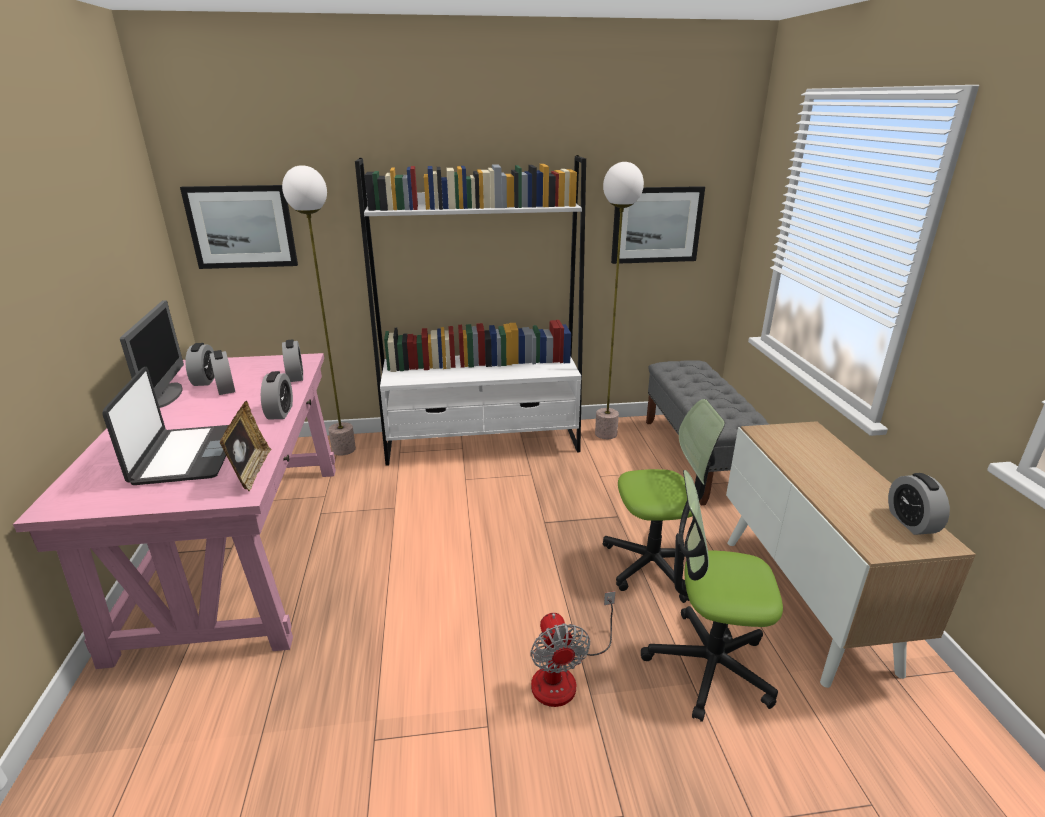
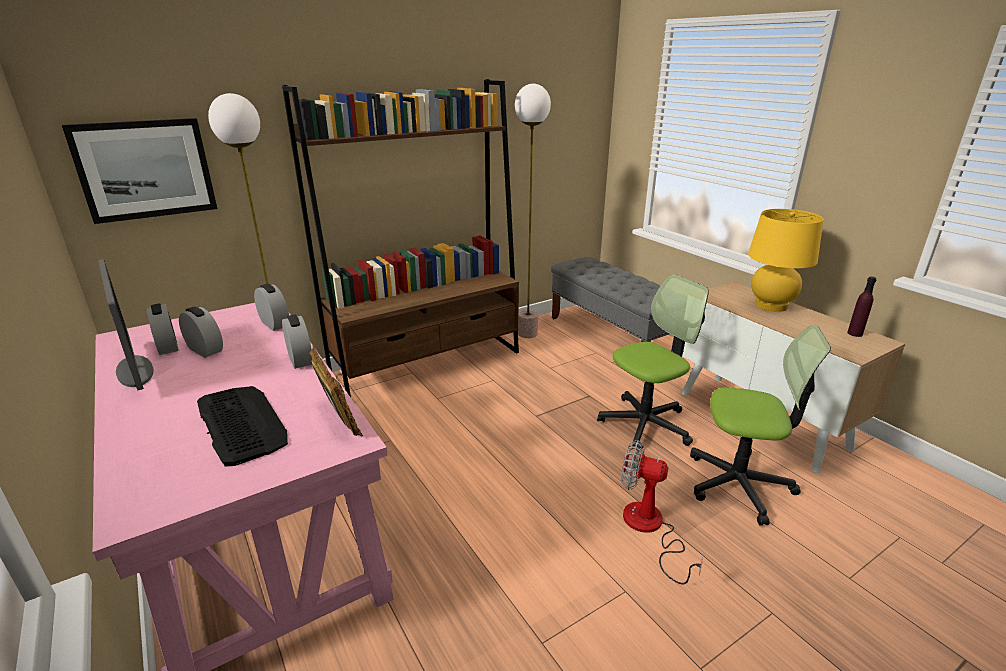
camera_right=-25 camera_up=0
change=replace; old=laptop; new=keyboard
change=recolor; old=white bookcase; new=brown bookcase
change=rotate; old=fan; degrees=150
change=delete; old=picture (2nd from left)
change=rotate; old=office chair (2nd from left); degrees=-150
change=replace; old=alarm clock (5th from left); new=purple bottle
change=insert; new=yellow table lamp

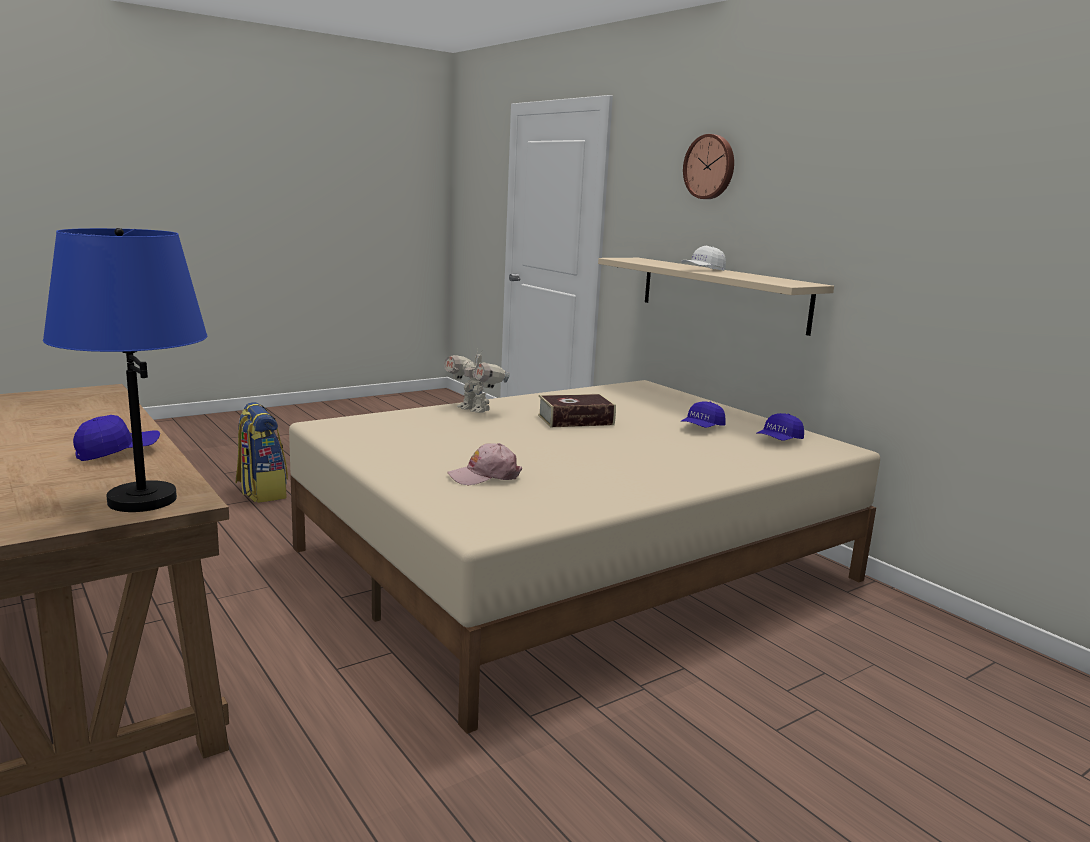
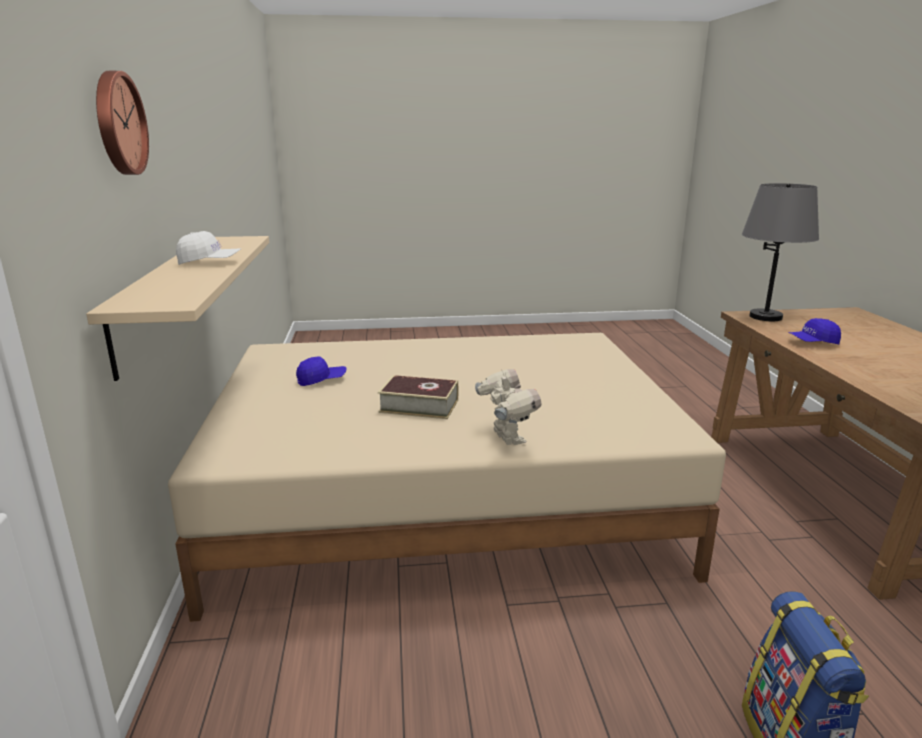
camera_right=-150 camera_up=5
change=recolor; old=blue table lamp; new=grey table lamp
change=delete; old=pink cap
change=delete; old=blue cap (3rd from left)

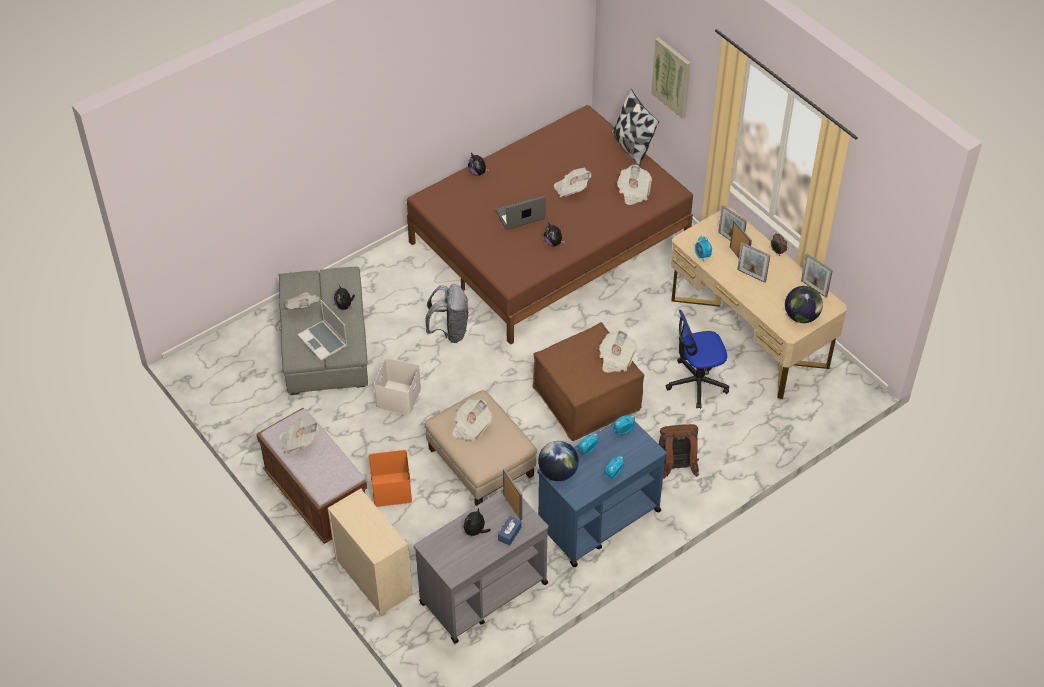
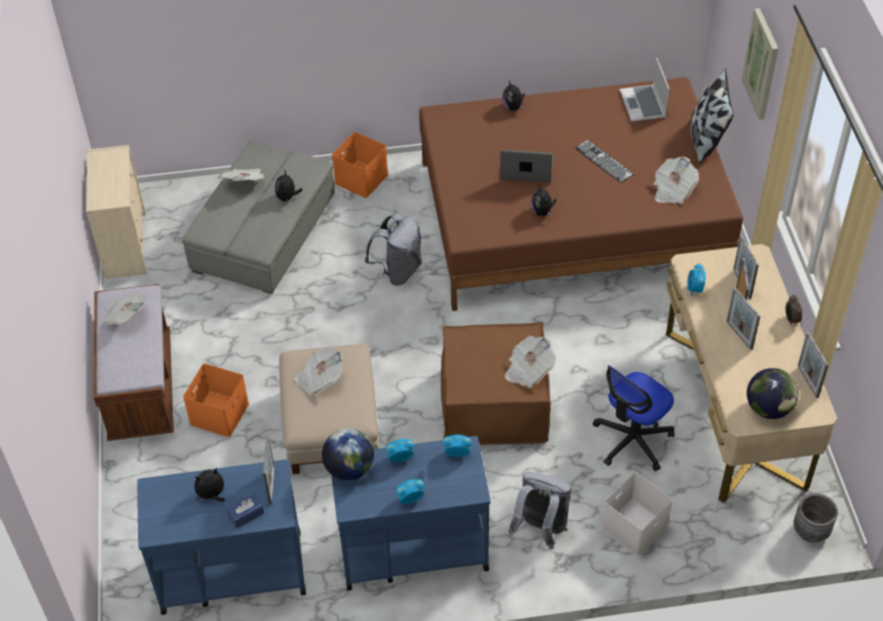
camera_right=30 camera_up=0
change=move; old=laptop (1st from left in the first image); new=laptop (2nd from left)
change=move; old=beige dresser
change=move; old=white storage box
change=recolor; old=grey cart; new=blue cart (1st from left)
change=replace; old=newspaper (4th from left); new=keyboard
change=recolor; old=brown backpack; new=grey backpack (2nd from left)
change=rotate; old=office chair; degrees=-60
change=insert; new=orange storage box (2nd from left)
change=insert; new=grey planter

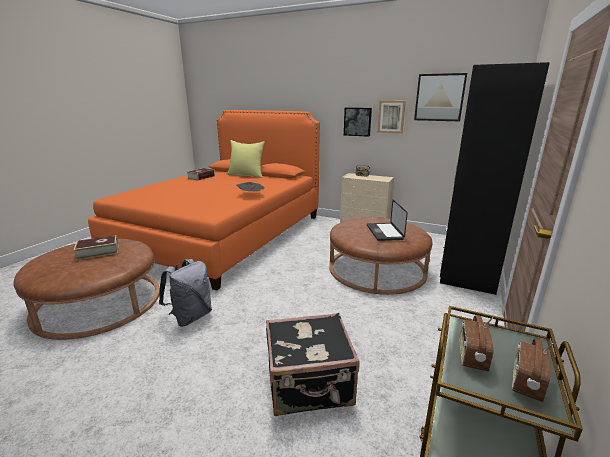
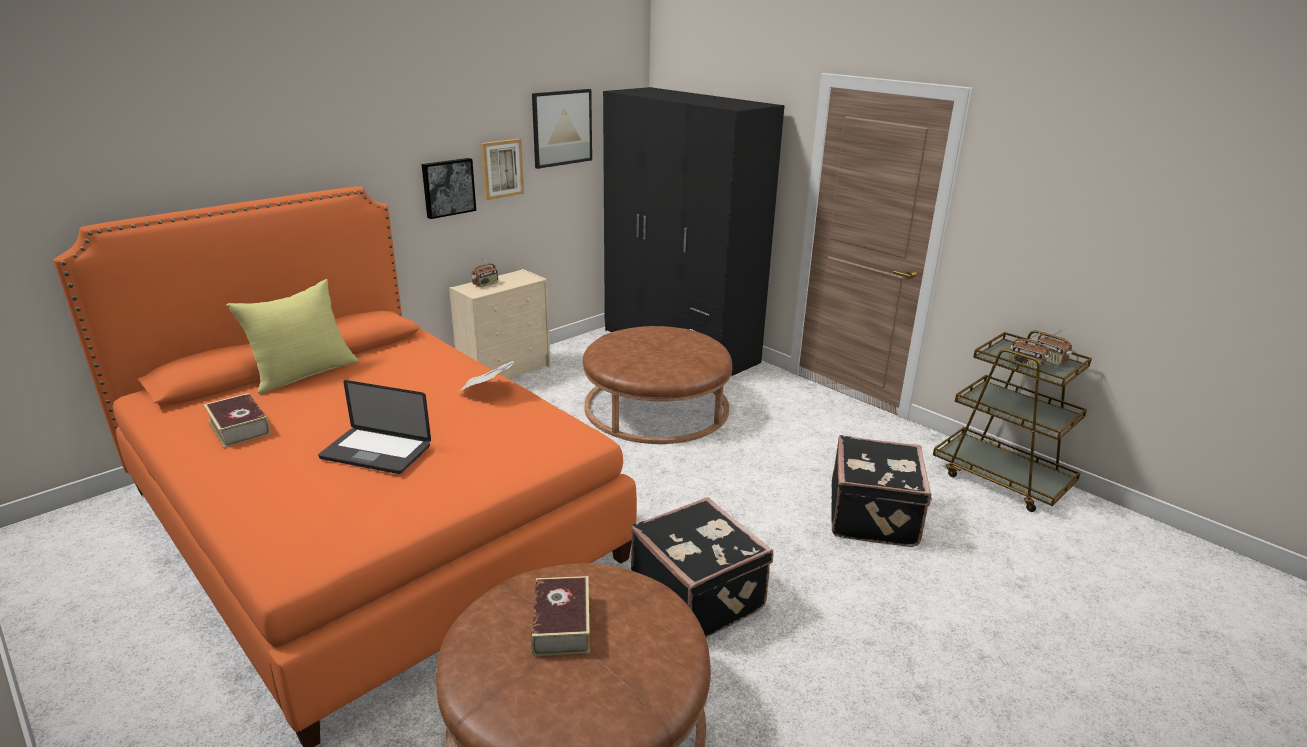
camera_right=-70 camera_up=5
change=replace; old=grey backpack; new=black suitcase (1st from left)
change=move; old=laptop

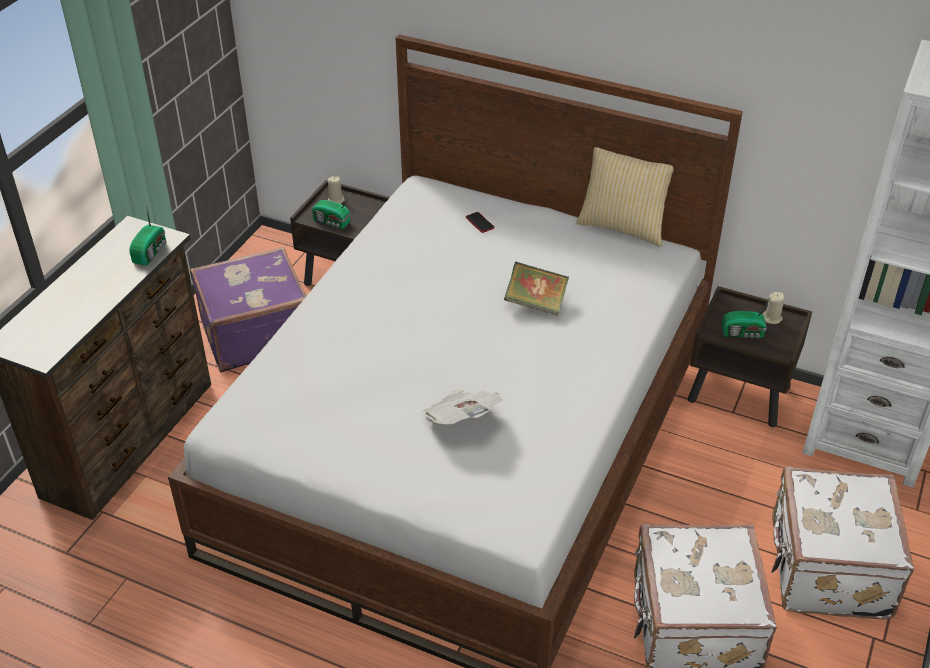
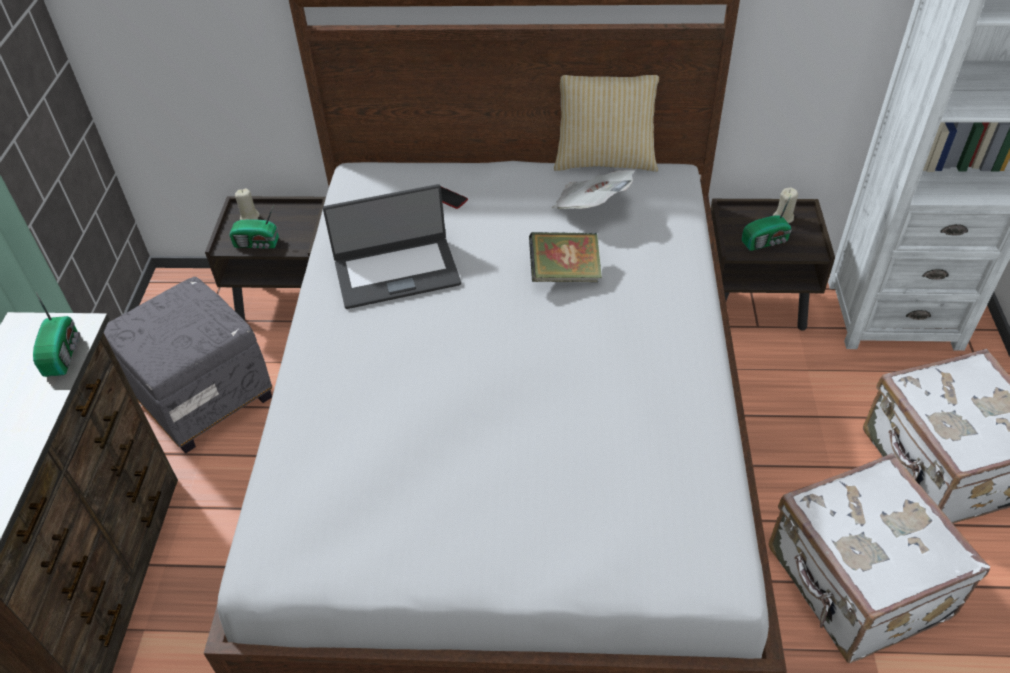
camera_right=-20 camera_up=5
change=replace; old=purple suitcase; new=grey ottoman
change=move; old=newspaper
change=insert; new=laptop

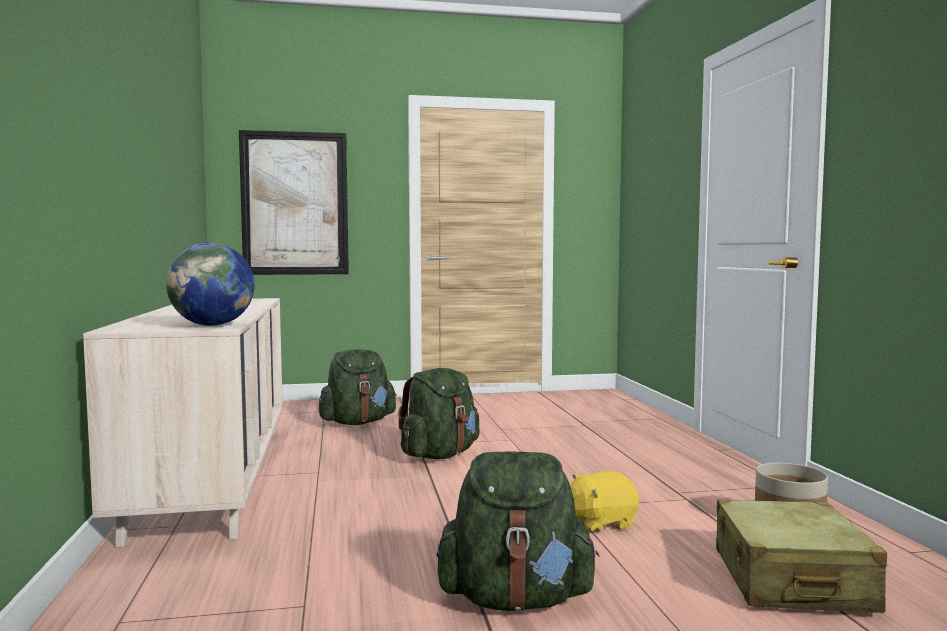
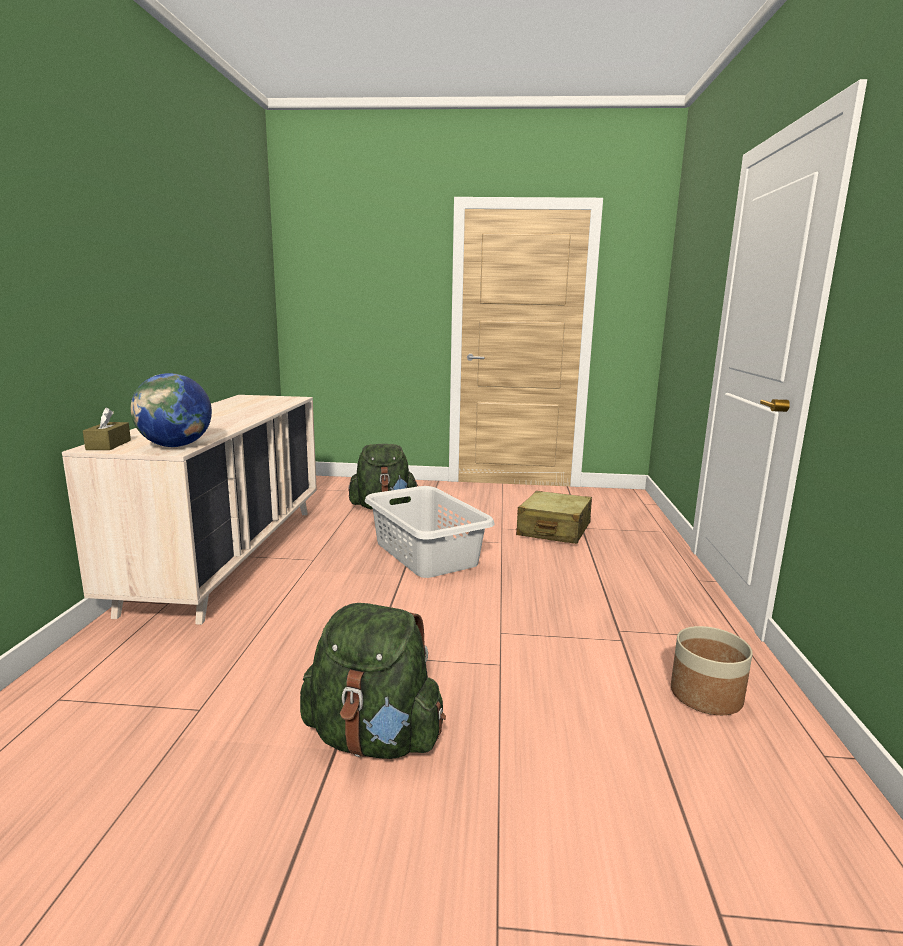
camera_right=15 camera_up=10
change=delete; old=picture
change=replace; old=green backpack (2nd from left); new=grey laundry basket
change=delete; old=yellow plush toy
change=move; old=beige suitcase
change=insert; new=brown tissue box

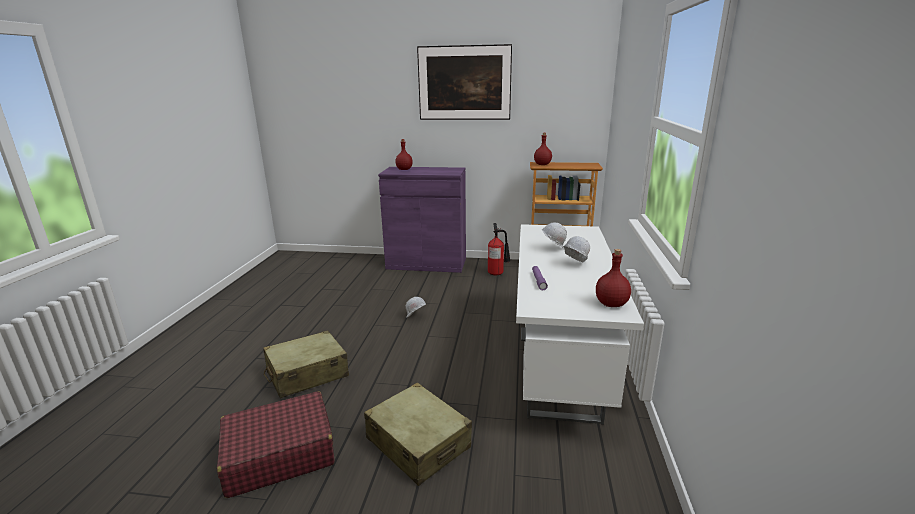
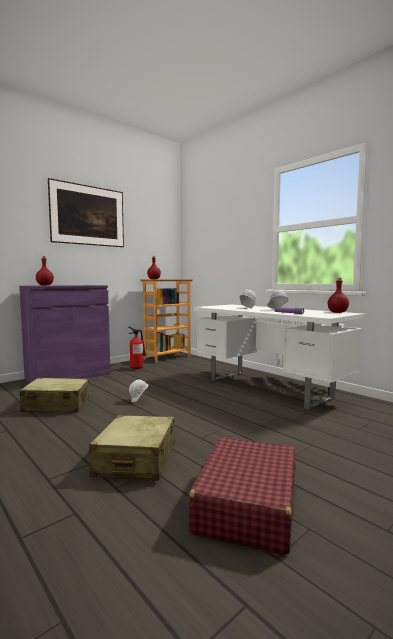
camera_right=-50 camera_up=-15
change=move; old=beige suitcase (2nd from left in the first image); new=beige suitcase (1st from left)

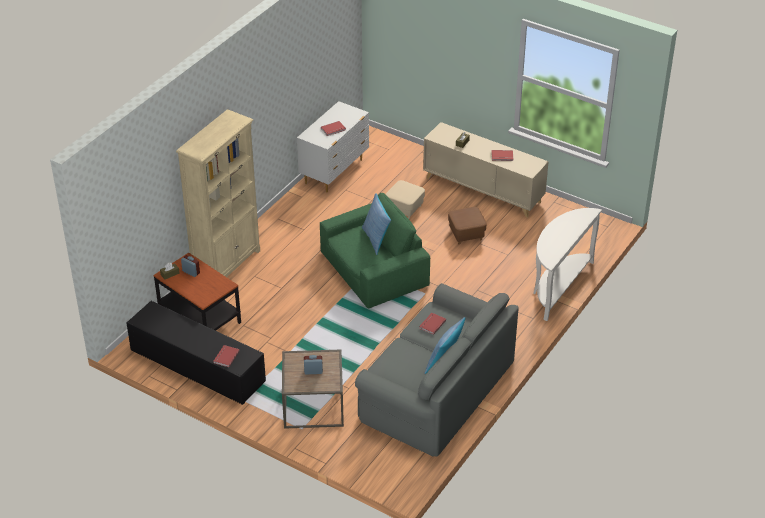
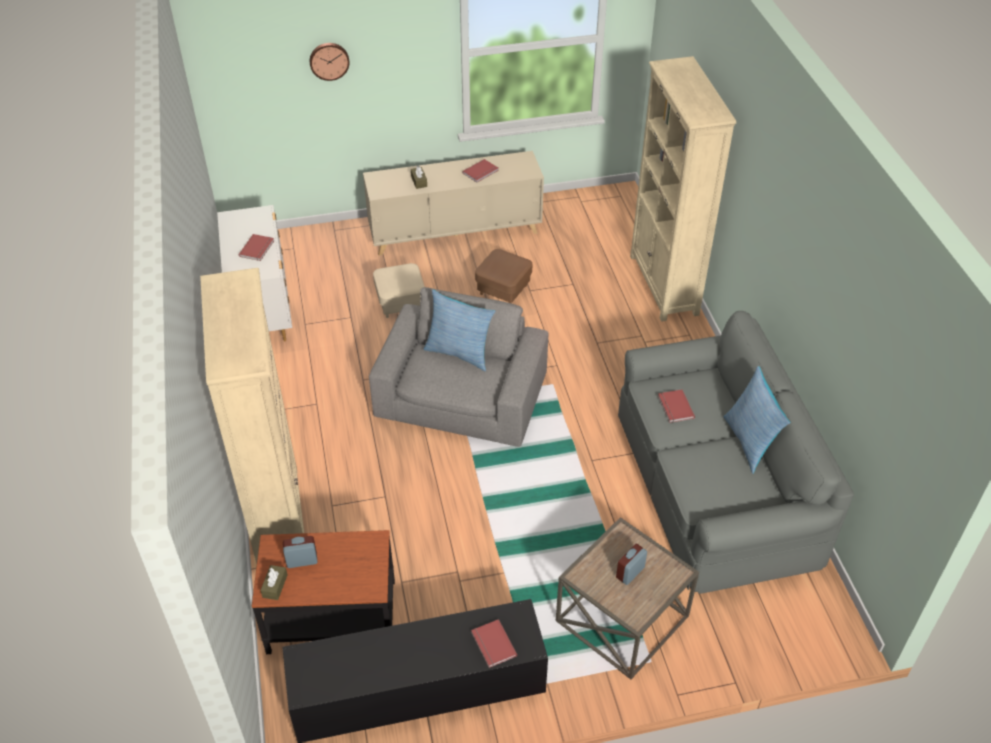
camera_right=-45 camera_up=5
change=recolor; old=green armchair; new=grey armchair
change=replace; old=white console table; new=beige bookcase (2nd from left)
change=insert; new=wall clock

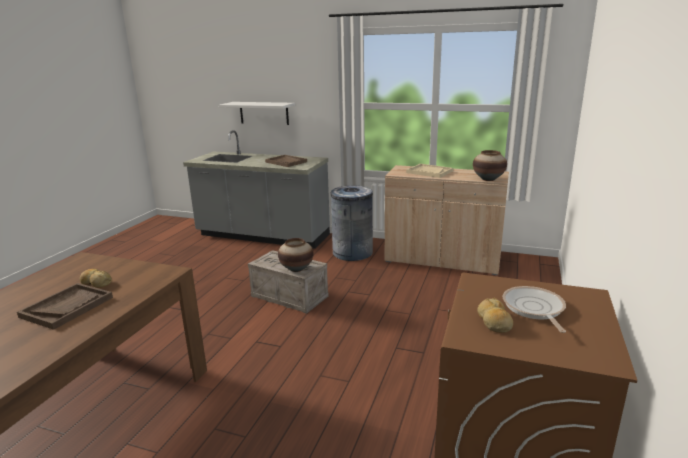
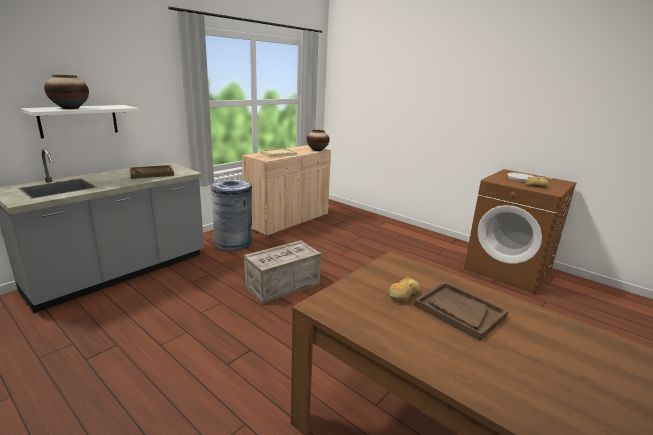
camera_right=-70 camera_up=0
change=move; old=vase (1st from left)

